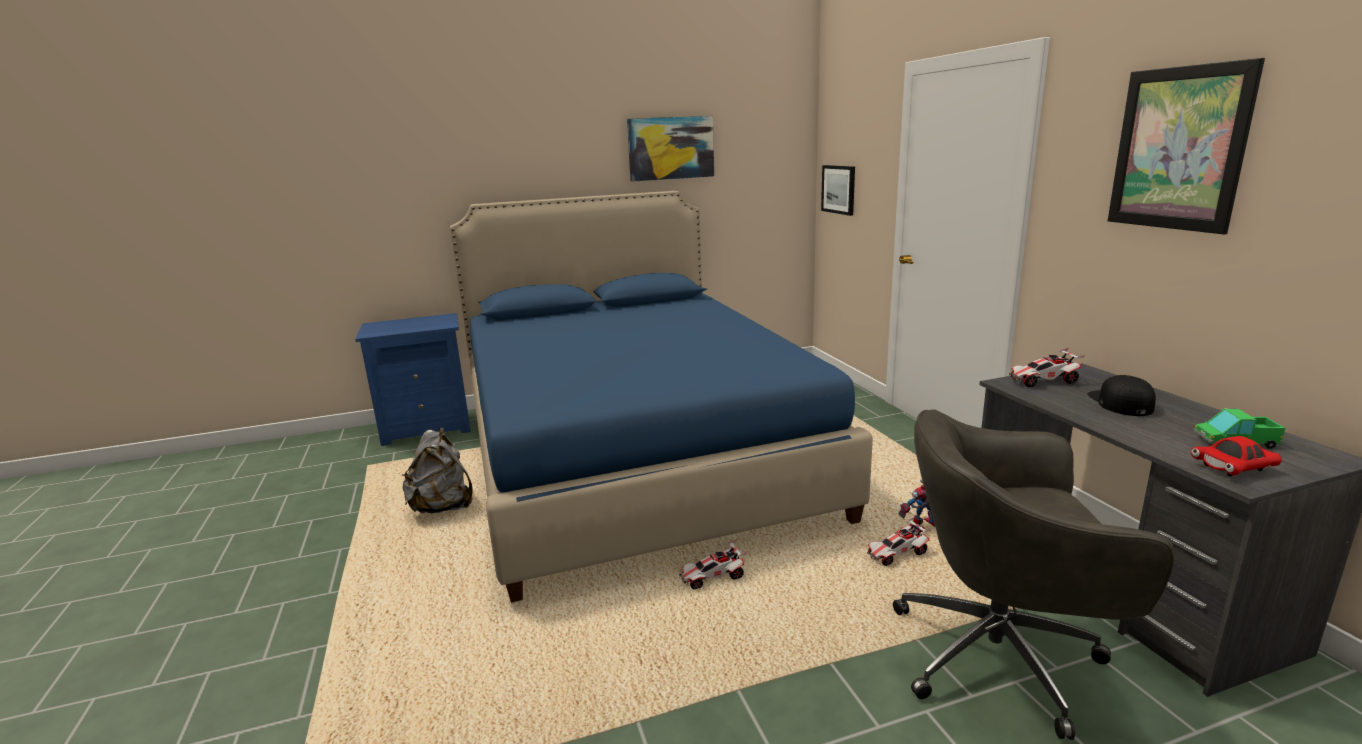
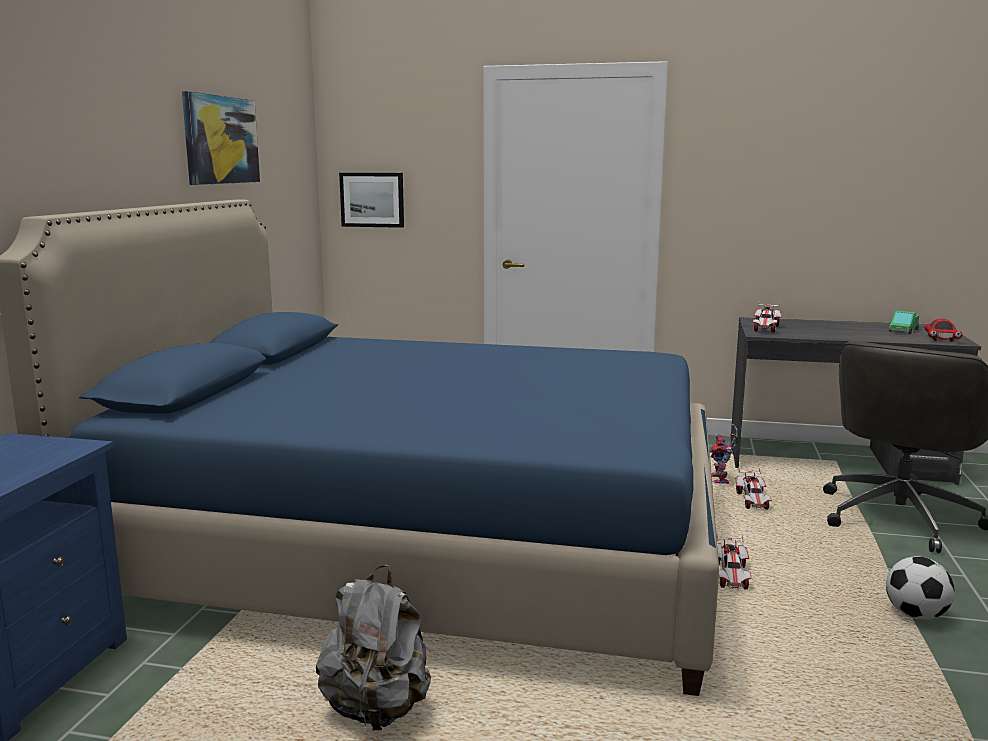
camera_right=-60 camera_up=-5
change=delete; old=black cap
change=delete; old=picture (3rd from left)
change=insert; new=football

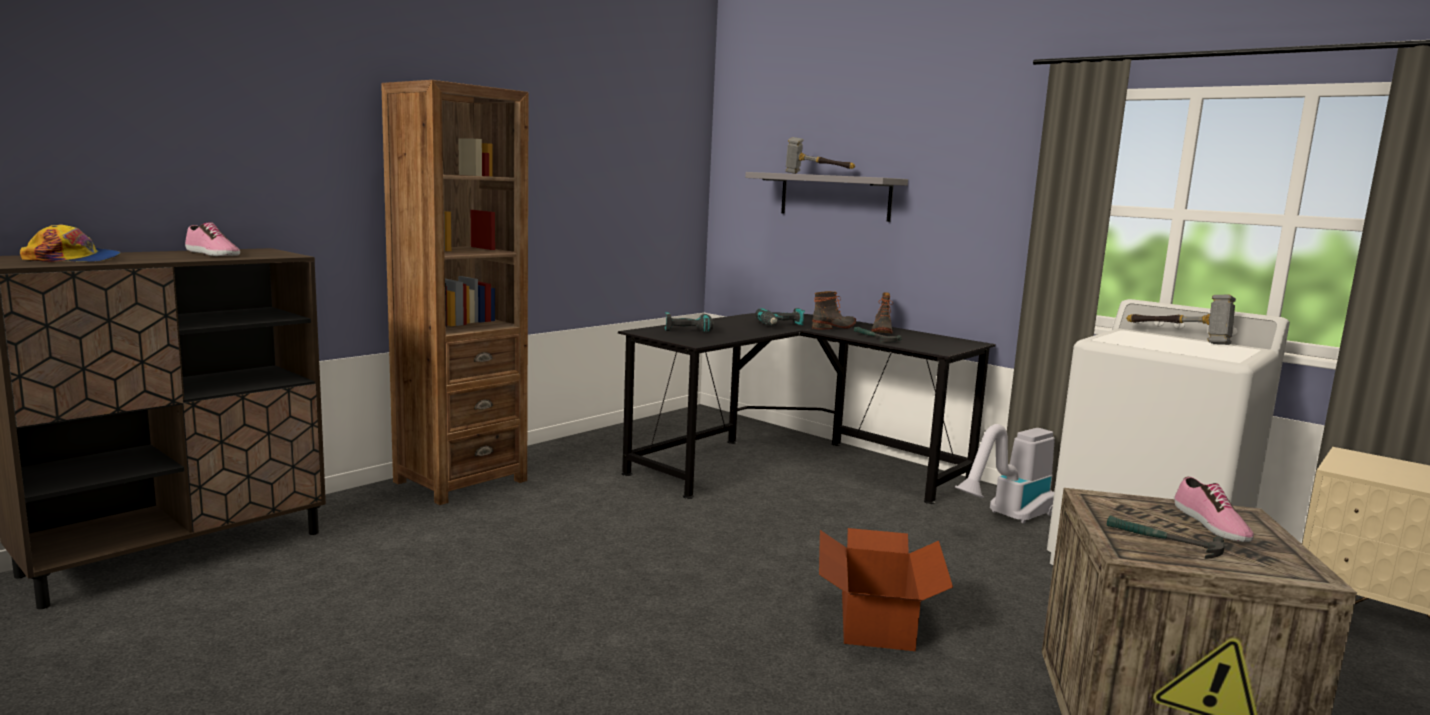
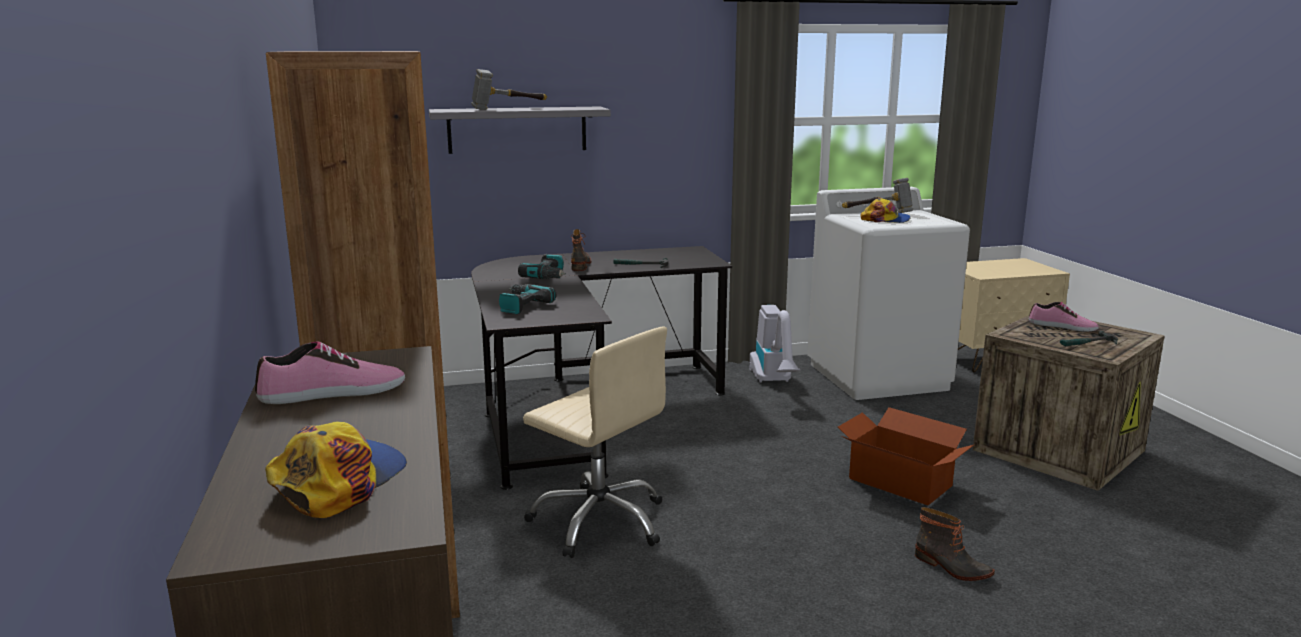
camera_right=-55 camera_up=5
change=move; old=boot (2nd from left)
change=insert; new=beige office chair
change=insert; new=cap (2nd from left)

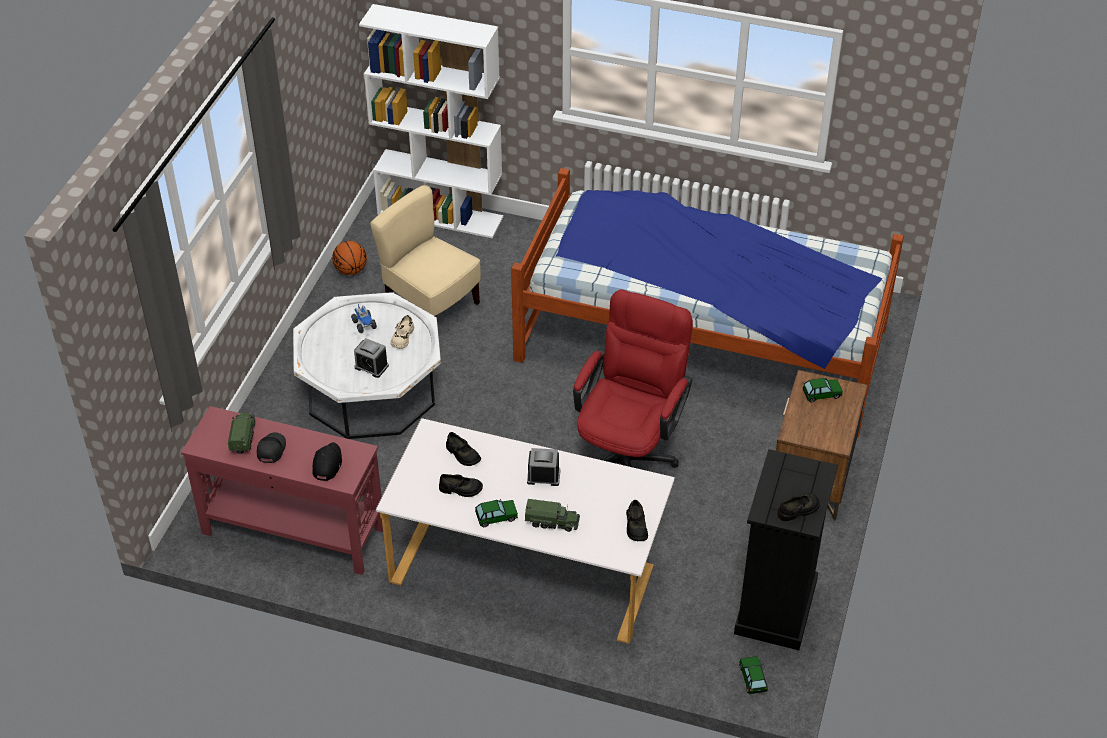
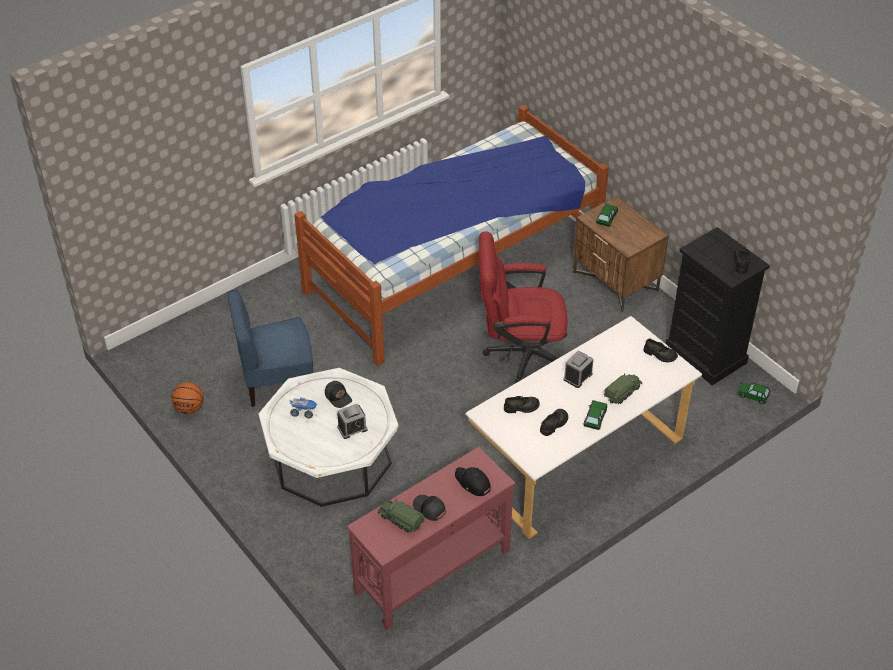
camera_right=-55 camera_up=0
change=delete; old=white bookcase
change=recolor; old=beige chair; new=blue chair
change=replace; old=beige shoe; new=black cap (1st from left)
change=rotate; old=red office chair; degrees=-60

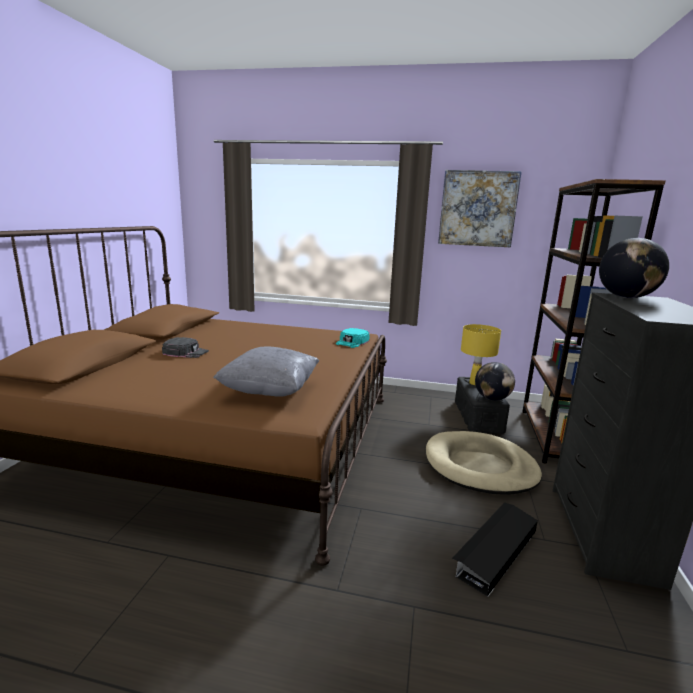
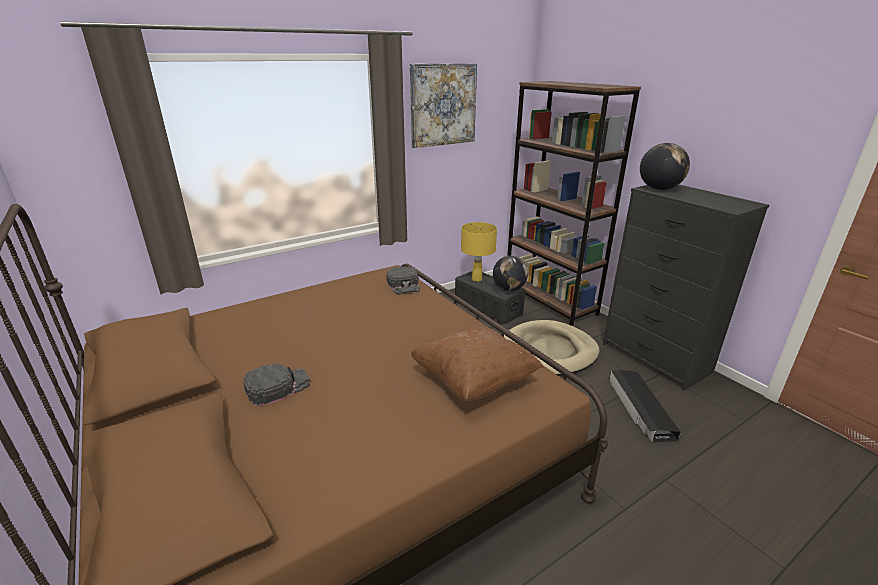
camera_right=-45 camera_up=10
change=recolor; old=grey pillow; new=brown pillow
change=recolor; old=turquoise cap; new=black cap (2nd from left)

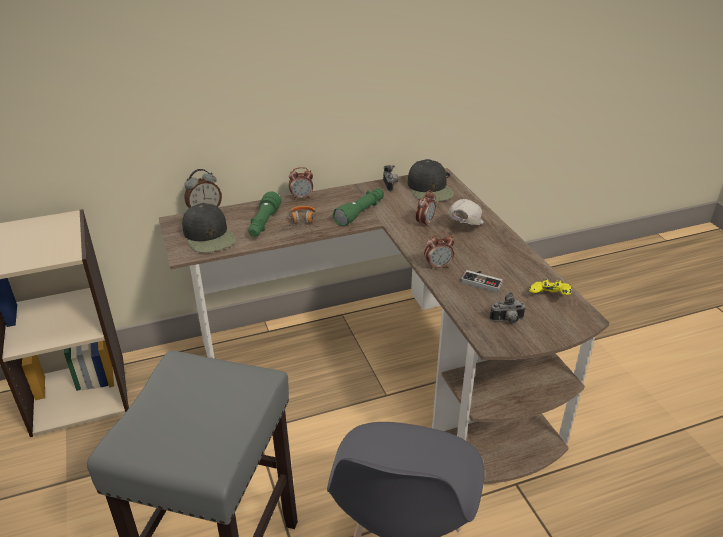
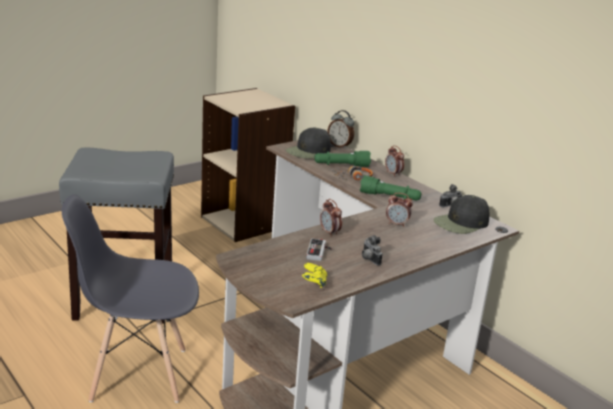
camera_right=70 camera_up=-10
change=delete; old=white cap
change=move; old=photo camera (2nd from left in the first image); new=photo camera (1st from left)

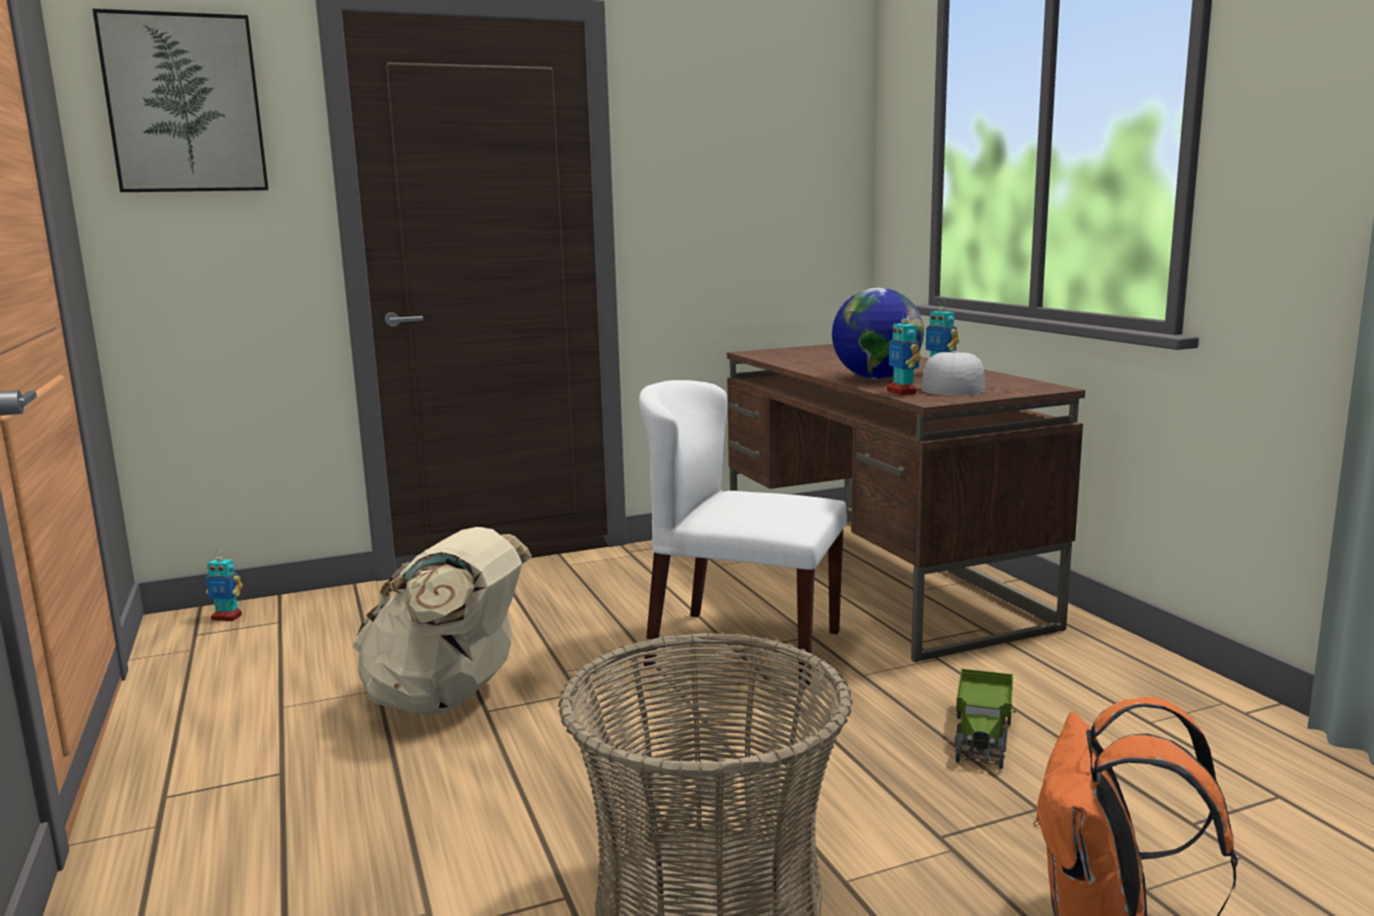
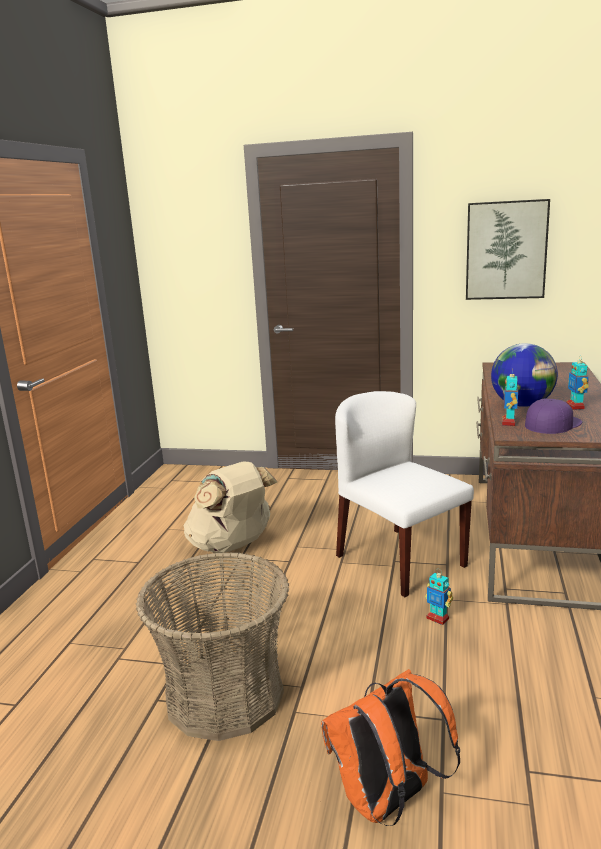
camera_right=35 camera_up=5
change=move; old=picture
change=move; old=toy robot (1st from left)
change=recolor; old=white cap; new=purple cap
change=delete; old=toy truck

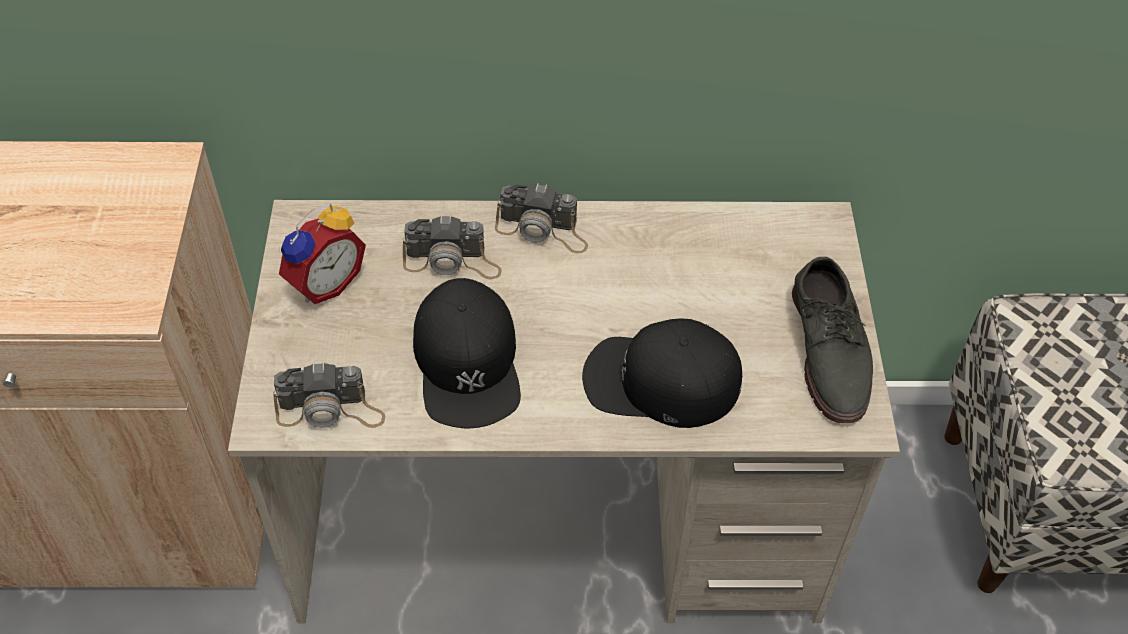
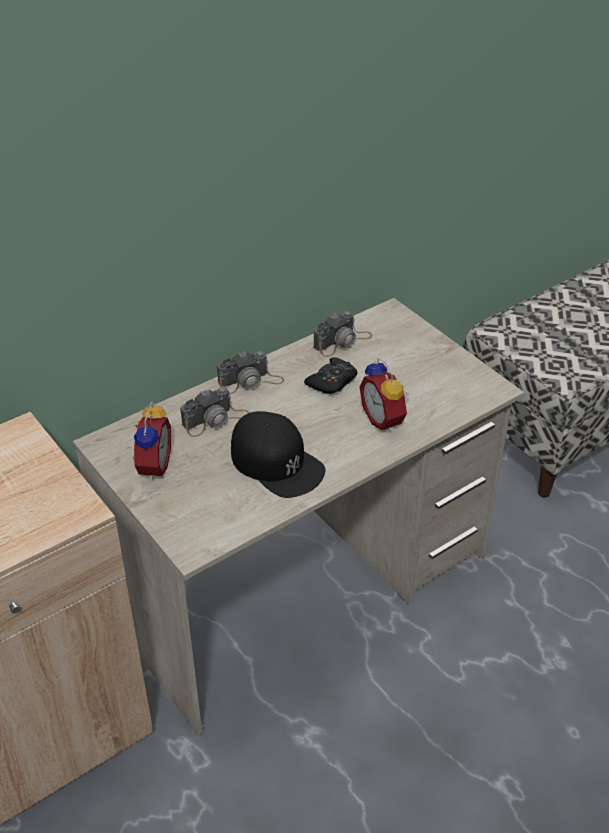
camera_right=-35 camera_up=-10
change=move; old=photo camera (1st from left in the first image); new=photo camera (3rd from left)
change=replace; old=black cap (2nd from left); new=alarm clock (2nd from left)
change=delete; old=grey shoe
change=insert; new=black game controller

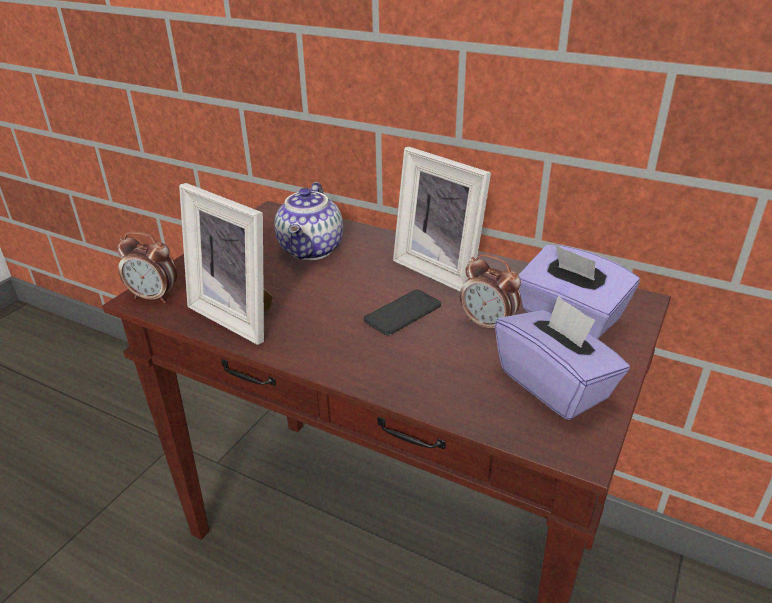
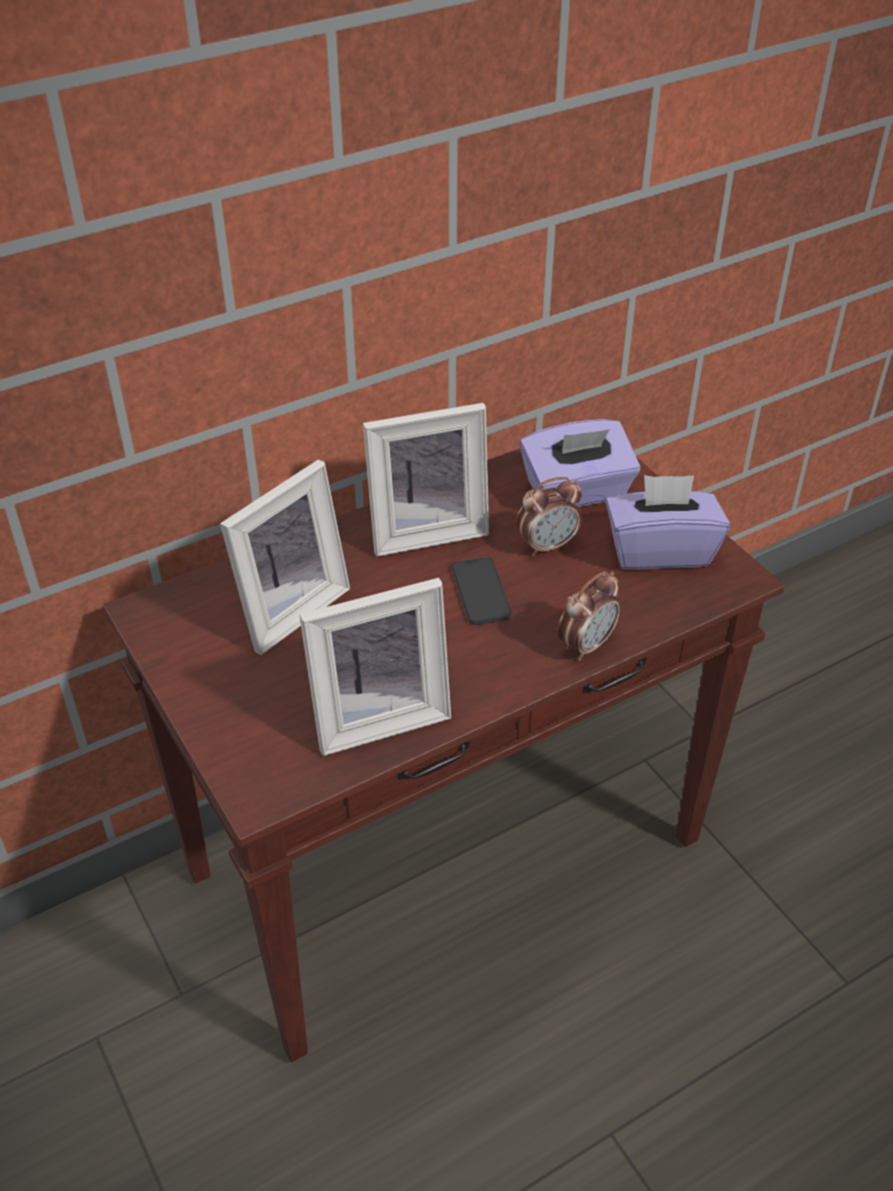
camera_right=-60 camera_up=10
change=move; old=alarm clock (1st from left in the first image); new=alarm clock (2nd from left)
change=replace; old=teapot; new=picture frame (1st from left)

